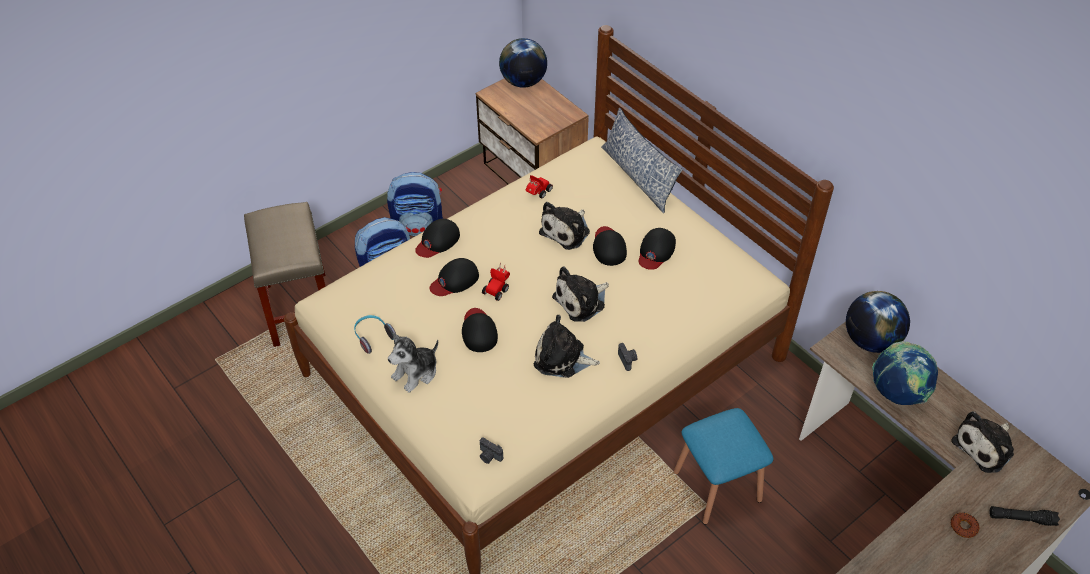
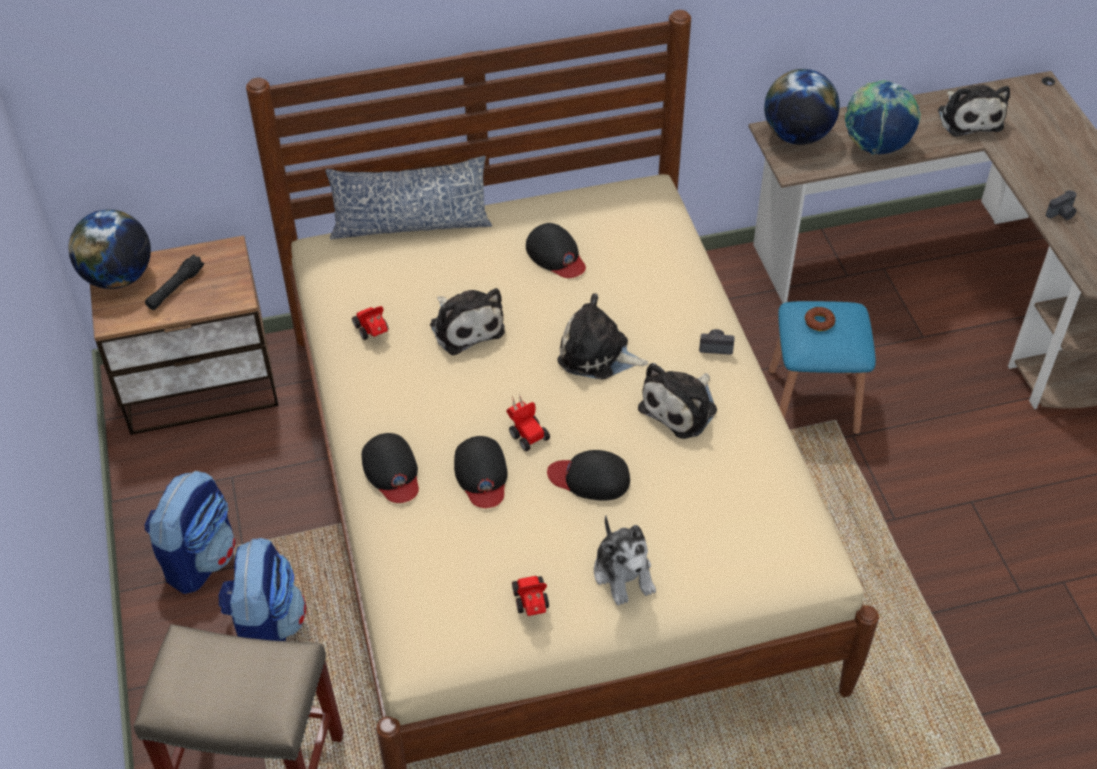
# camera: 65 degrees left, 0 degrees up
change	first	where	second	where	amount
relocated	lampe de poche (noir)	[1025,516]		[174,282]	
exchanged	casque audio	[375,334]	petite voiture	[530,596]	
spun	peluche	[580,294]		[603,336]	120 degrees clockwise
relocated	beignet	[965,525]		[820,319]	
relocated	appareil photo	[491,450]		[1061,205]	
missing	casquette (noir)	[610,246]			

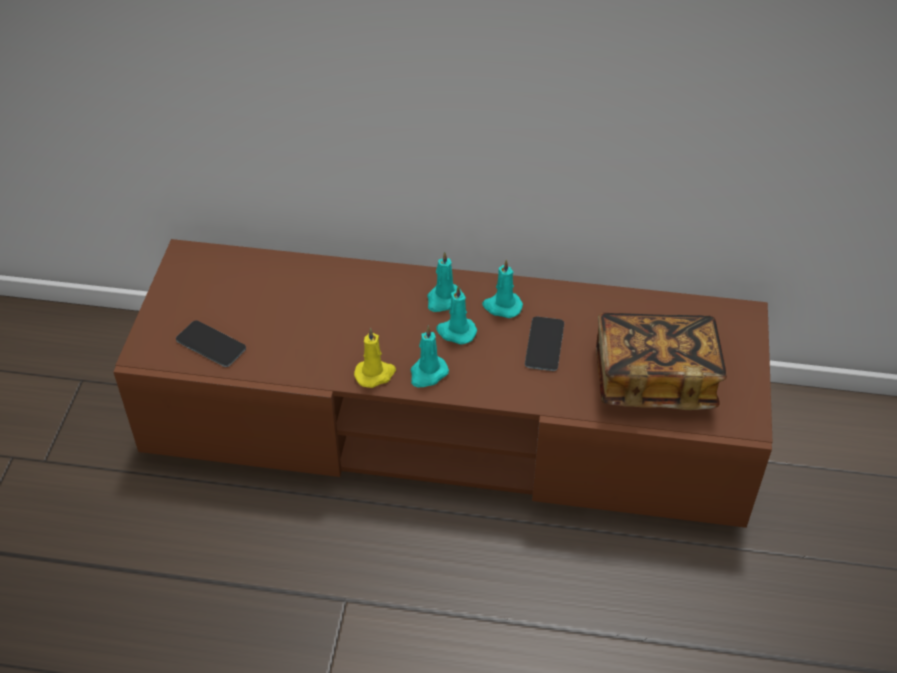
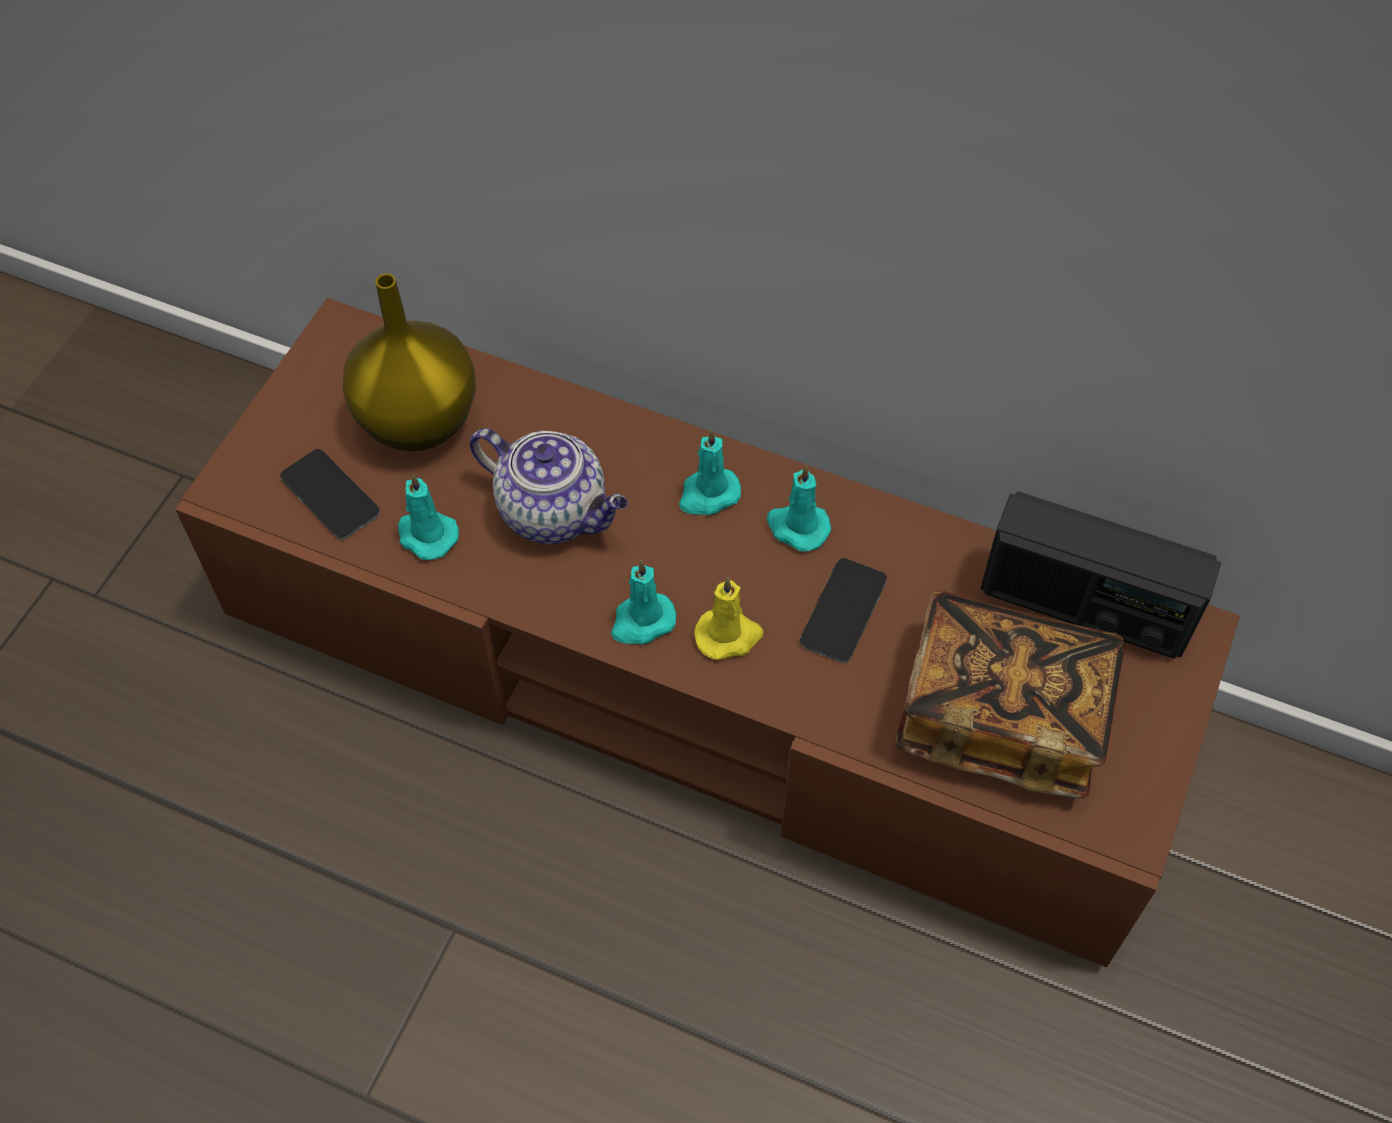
# camera: 15 degrees right, 10 degrees up
change	first	where	second	where	amount
appeared			vase (jaune)	[409,362]	
relocated	bougie (turquoise)	[456,315]		[428,516]	
appeared			théière	[549,486]	
relocated	bougie (jaune)	[375,358]		[729,618]	
appeared			radio	[1101,575]	

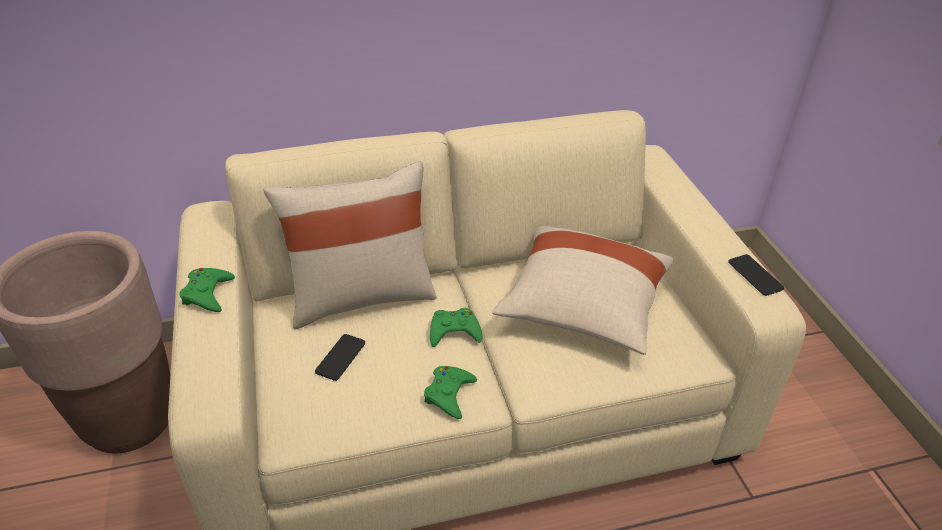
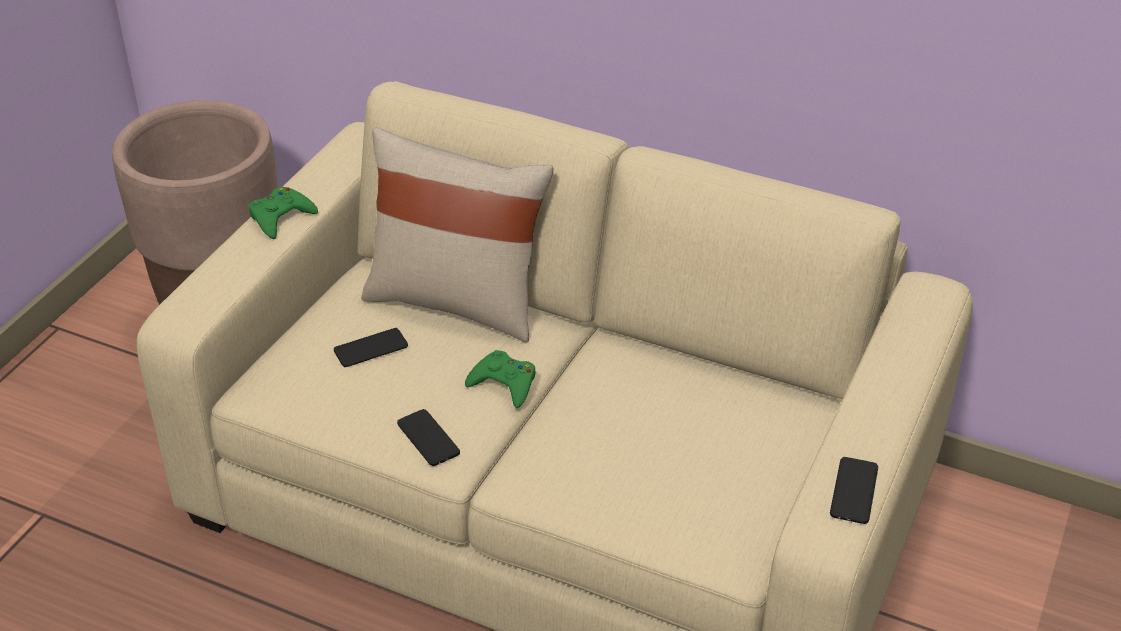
# camera: 40 degrees right, 0 degrees up
change	first	where	second	where	amount
exchanged	manette (vert)	[450,392]	téléphone	[428,437]	
missing	coussin (beige)	[583,290]			

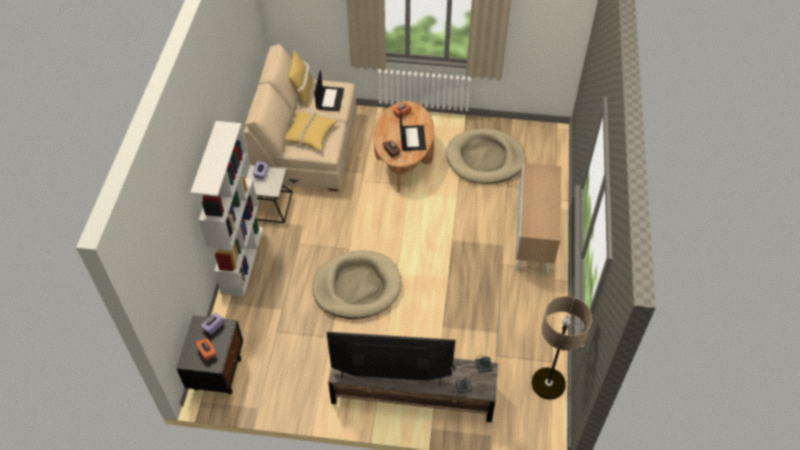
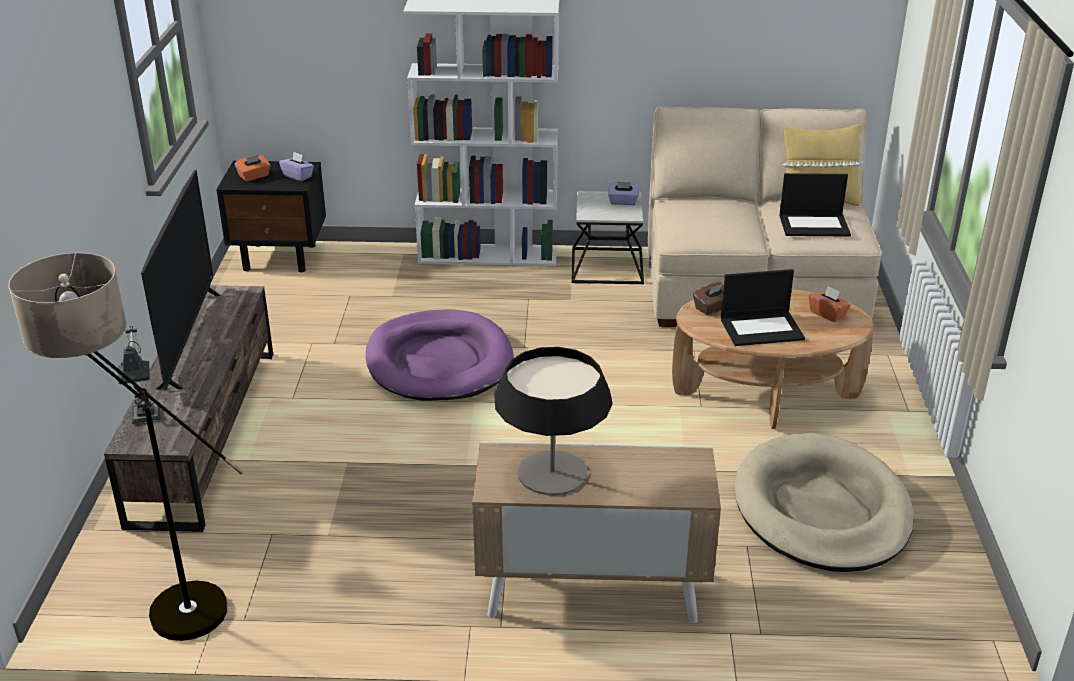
# camera: 85 degrees right, 20 degrees down
change	first	where	second	where	amount
colour	panier pour chien (beige)	[357,285]	panier pour chien (violet)	[440,355]	
appeared			lampe de table	[553,421]	
missing	coussin (jaune)	[311,131]			

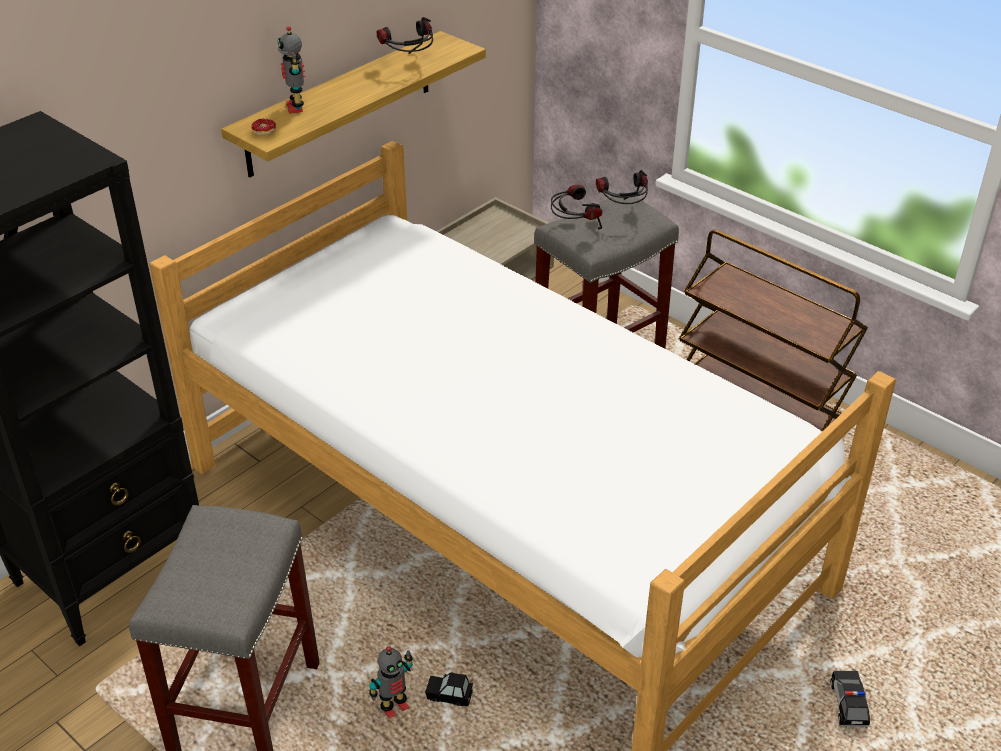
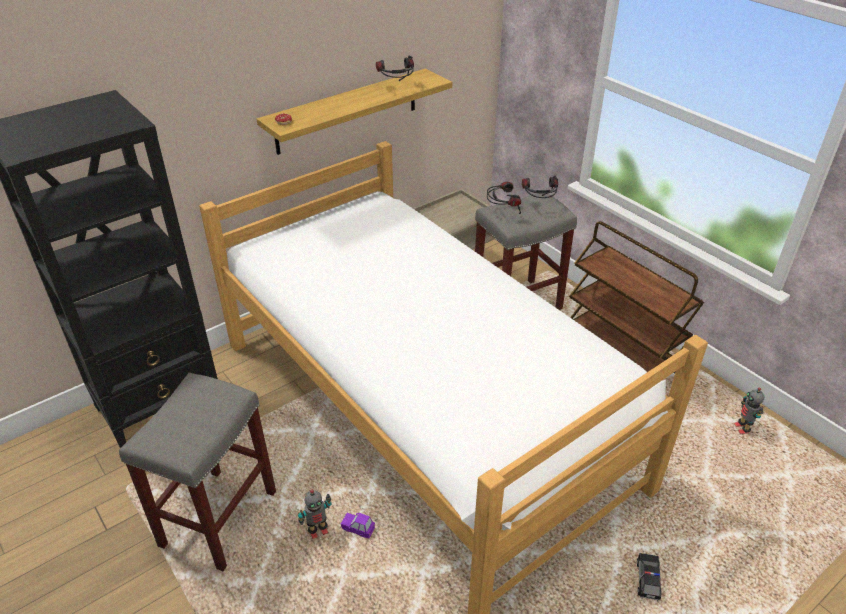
# camera: 10 degrees right, 0 degrees up
change	first	where	second	where	amount
colour	petite voiture (noir)	[449,689]	petite voiture (violet)	[358,526]	
relocated	robot jouet	[291,70]		[749,411]	

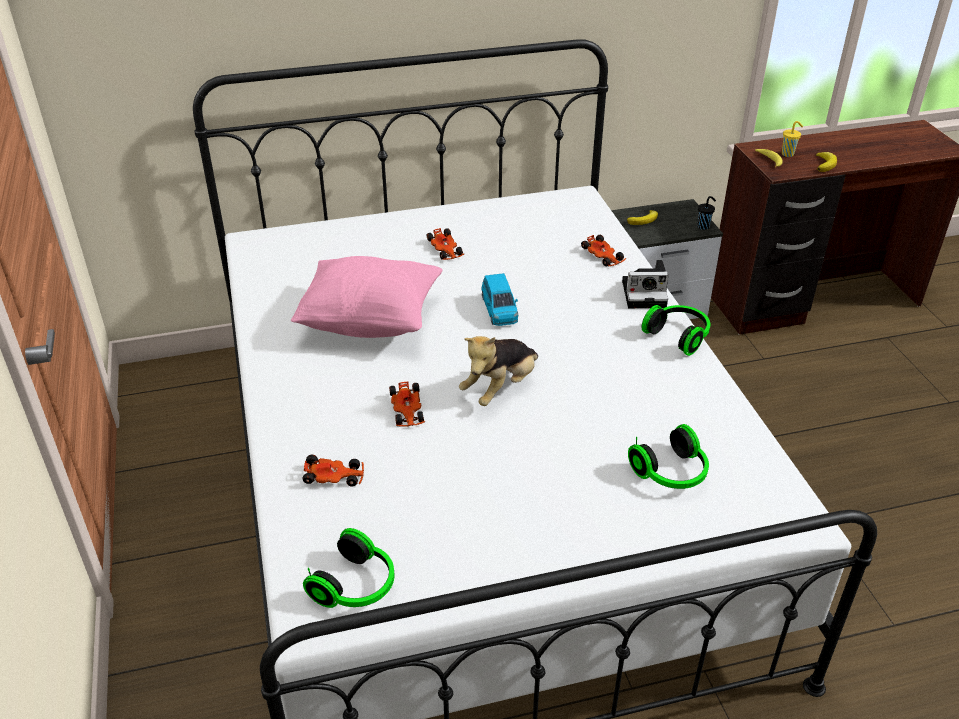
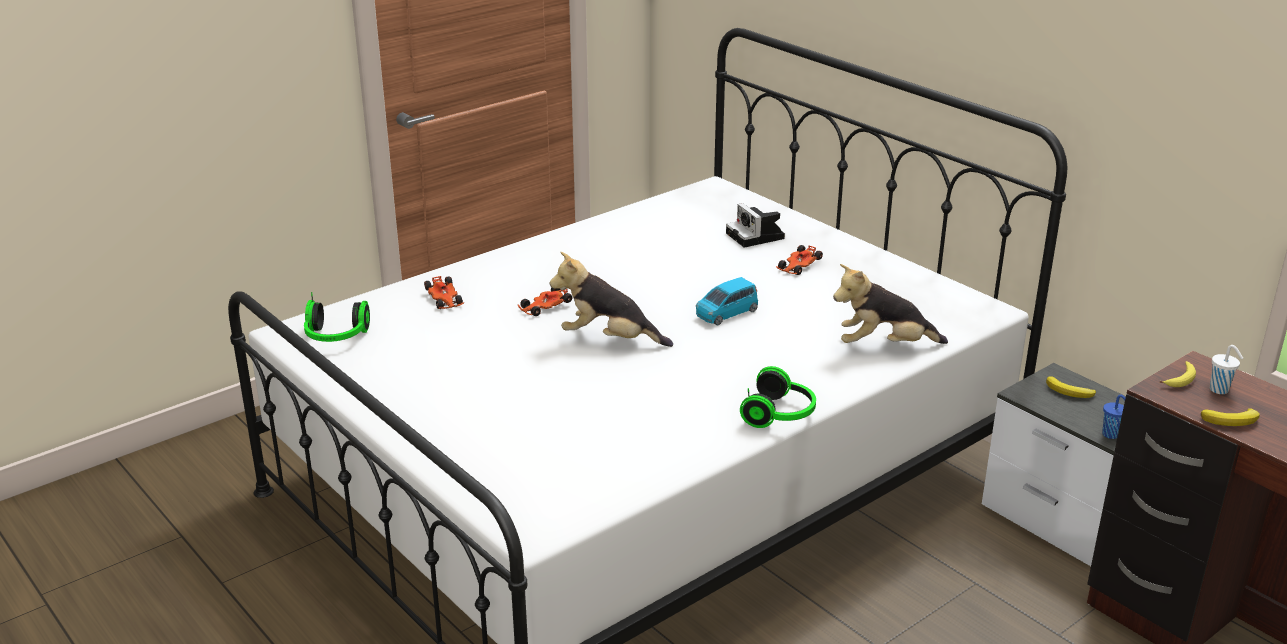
# camera: 65 degrees right, 10 degrees down
change	first	where	second	where	amount
relocated	appareil photo	[645,284]		[755,225]	
exchanged	petite voiture	[603,250]	peluche	[890,304]	
colour	tasse (noir)	[707,213]	tasse (bleu)	[1114,417]	
colour	tasse (jaune)	[792,139]	tasse (blanc)	[1226,369]	
missing	coussin (rose)	[367,297]			
missing	casque audio	[668,456]			

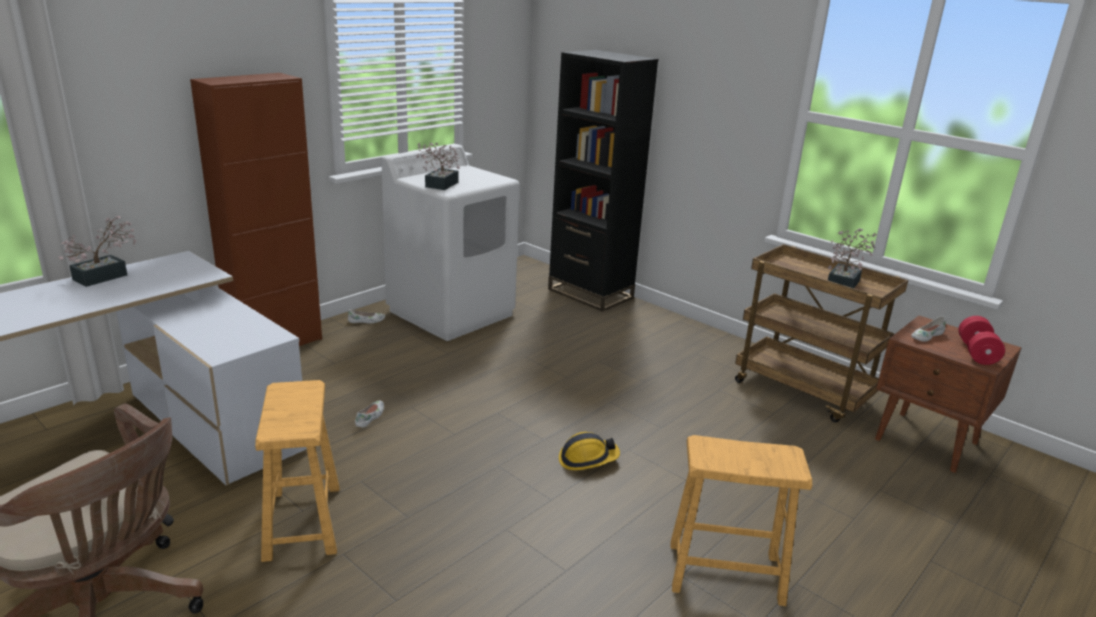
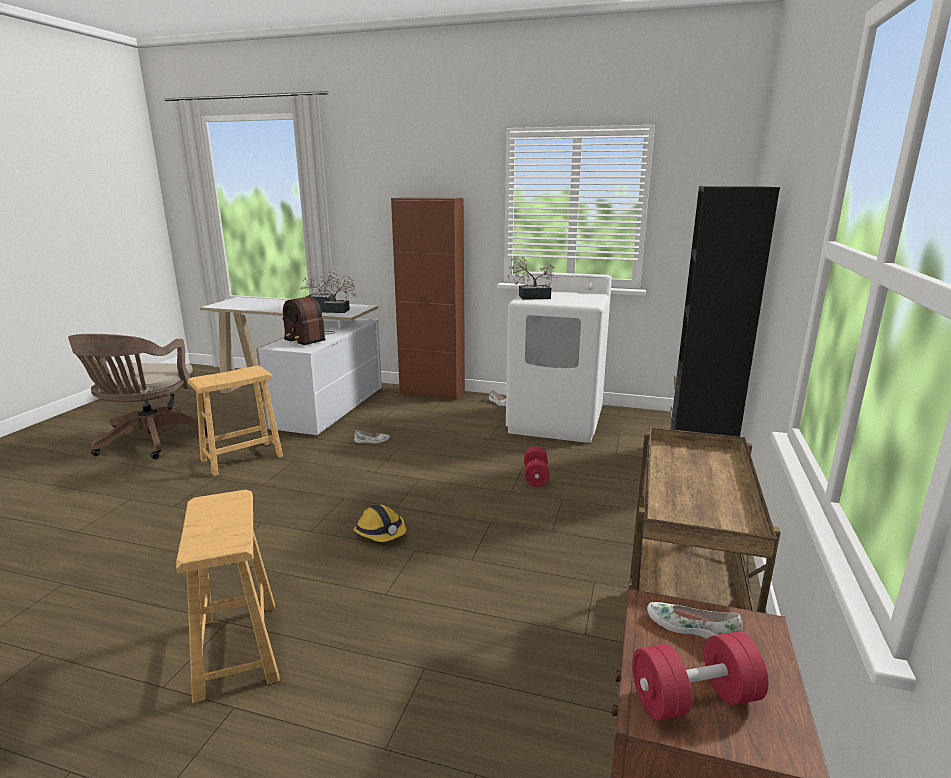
# camera: 65 degrees right, 5 degrees down
change	first	where	second	where	amount
appeared			radio	[309,320]	
relocated	plante en pot	[852,258]		[335,294]	
appeared			haltère (rouge)	[536,466]	

